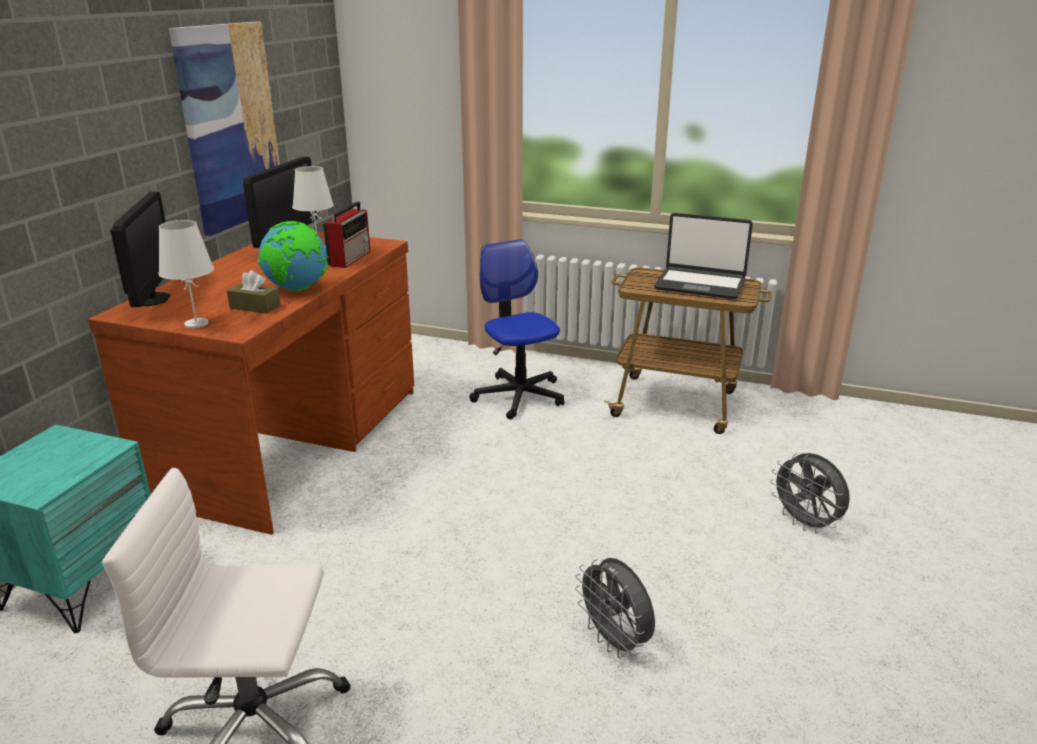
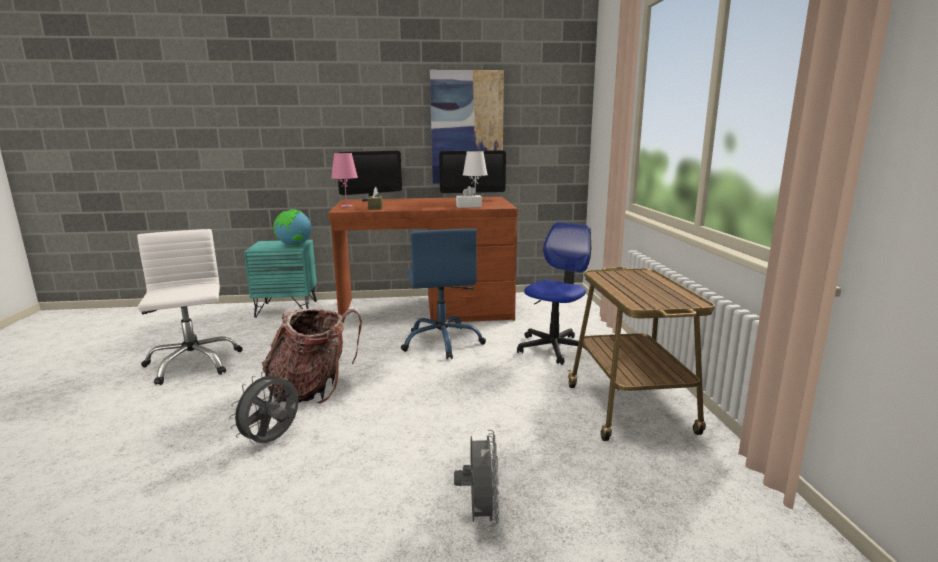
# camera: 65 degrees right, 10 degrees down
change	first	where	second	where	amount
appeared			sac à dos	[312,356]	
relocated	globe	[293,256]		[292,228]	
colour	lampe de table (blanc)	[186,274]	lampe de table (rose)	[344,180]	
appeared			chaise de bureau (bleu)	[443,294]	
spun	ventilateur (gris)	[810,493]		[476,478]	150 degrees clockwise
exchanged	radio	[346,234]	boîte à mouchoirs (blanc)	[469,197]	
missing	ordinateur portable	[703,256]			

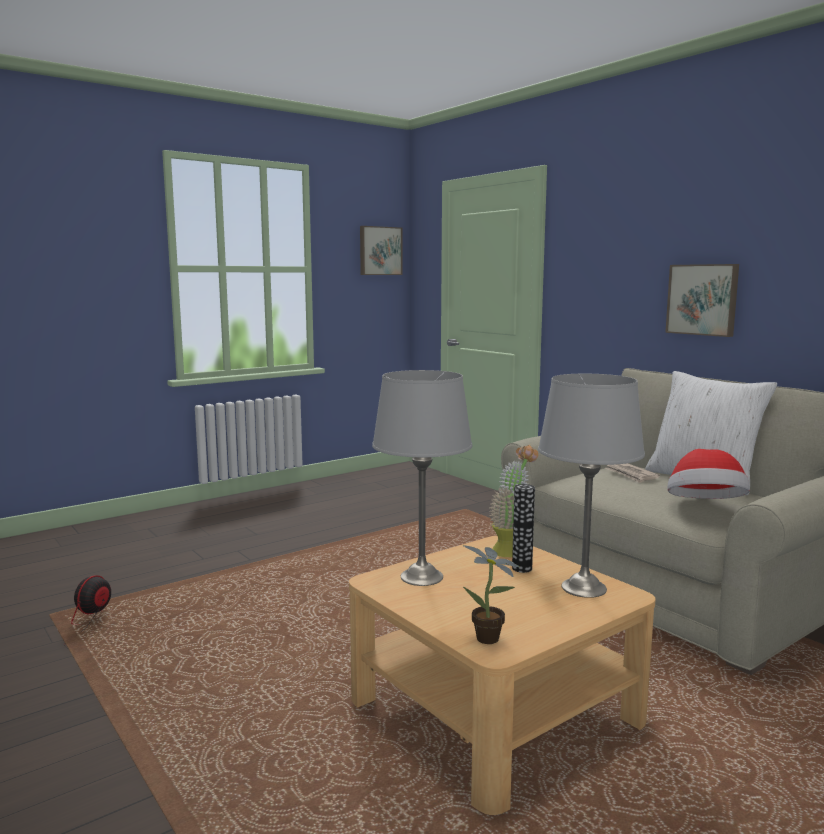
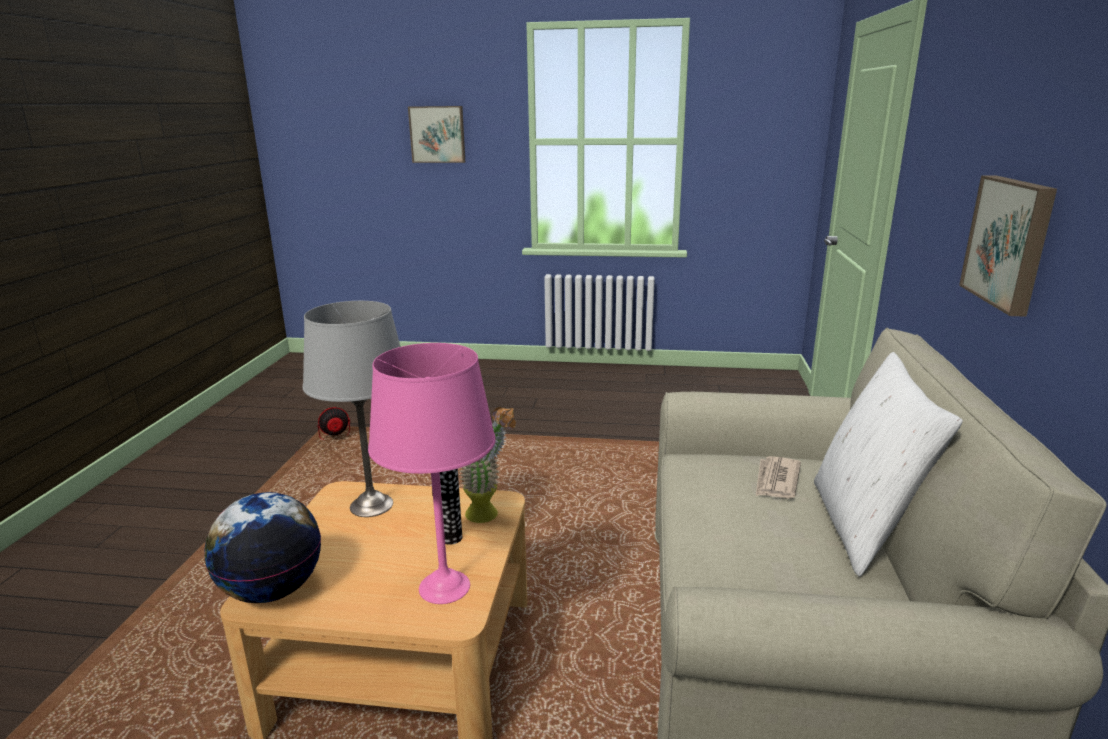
# camera: 45 degrees right, 10 degrees up
change	first	where	second	where	amount
exchanged	plante en pot	[491,594]	globe	[263,547]	
colour	lampe de table (gris)	[591,486]	lampe de table (rose)	[432,473]	
relocated	tableau	[381,250]		[436,134]	
missing	chapeau	[708,474]			

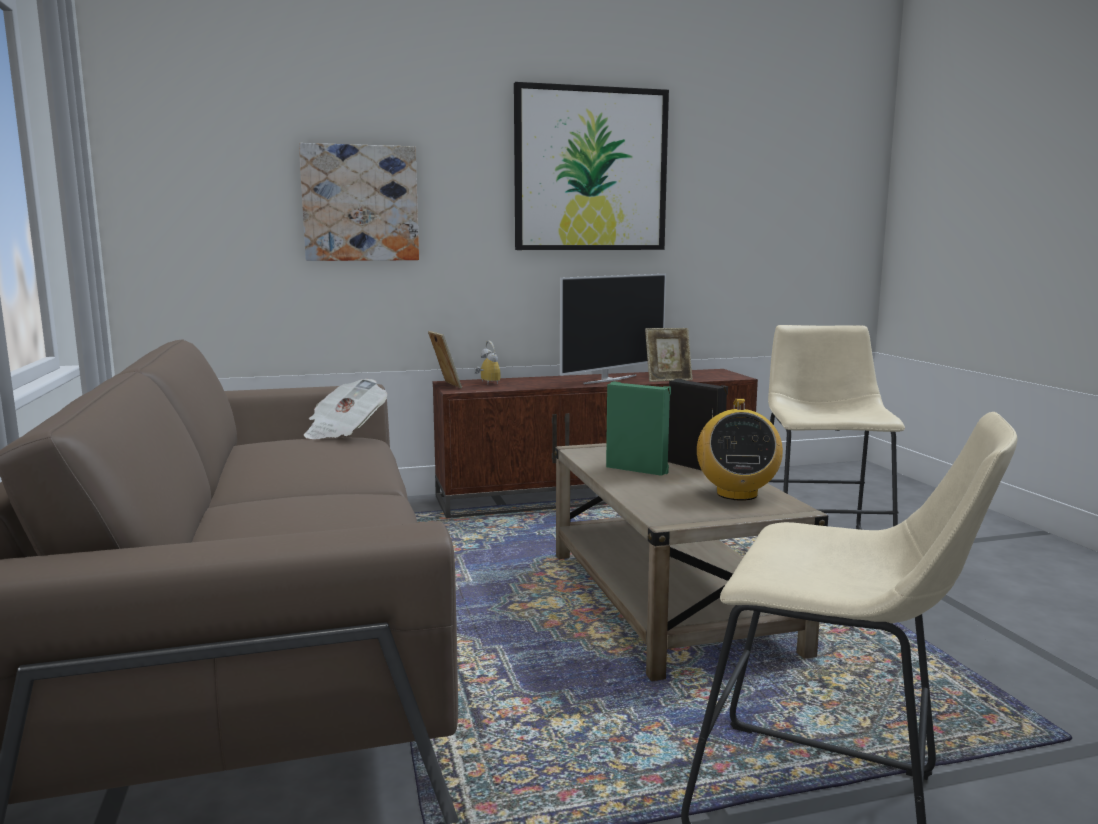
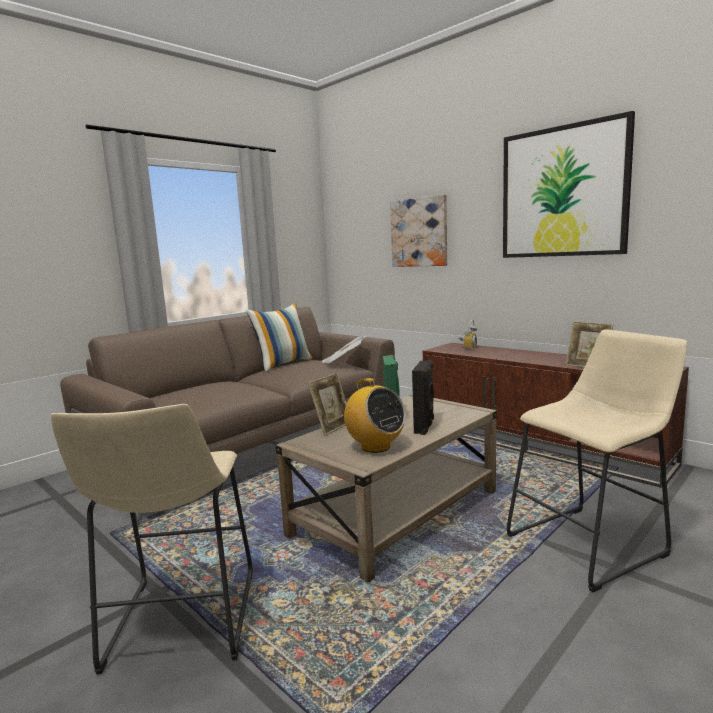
# camera: 60 degrees right, 0 degrees up
change	first	where	second	where	amount
appeared			coussin	[279,337]	
relocated	cadre photo	[445,360]		[327,404]	
spun	radio	[740,450]		[372,415]	105 degrees counterclockwise
missing	téléviseur	[613,329]			

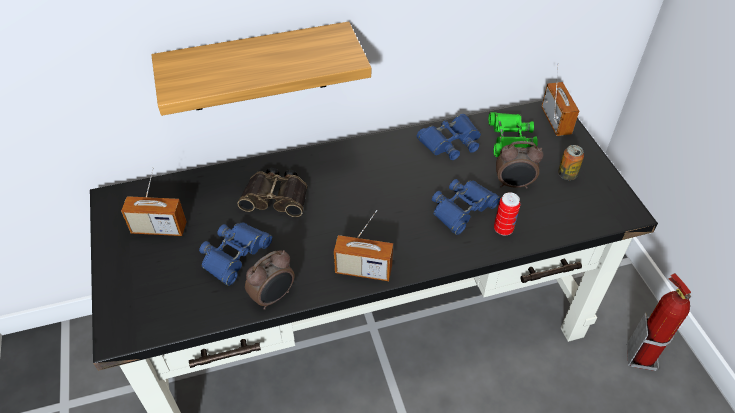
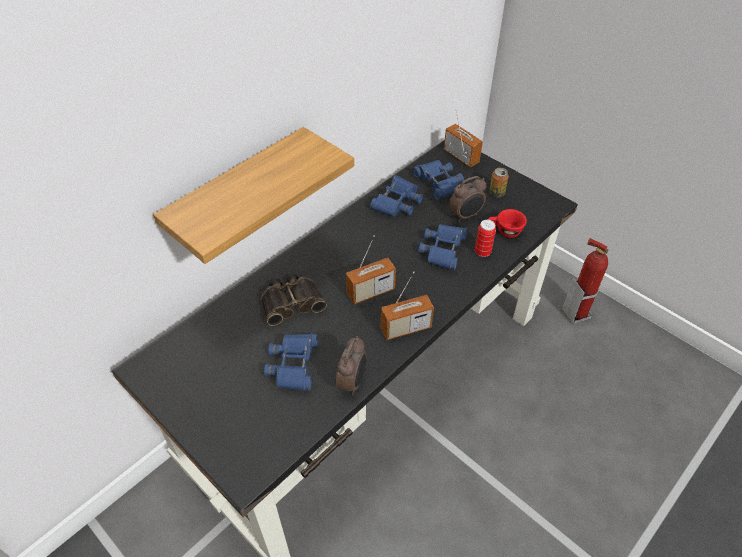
# camera: 30 degrees left, 0 degrees up
change	first	where	second	where	amount
relocated	radio	[154,201]		[371,269]	
colour	jumelles (vert)	[513,134]	jumelles (bleu)	[438,180]	
appeared			tasse (rouge)	[507,223]	

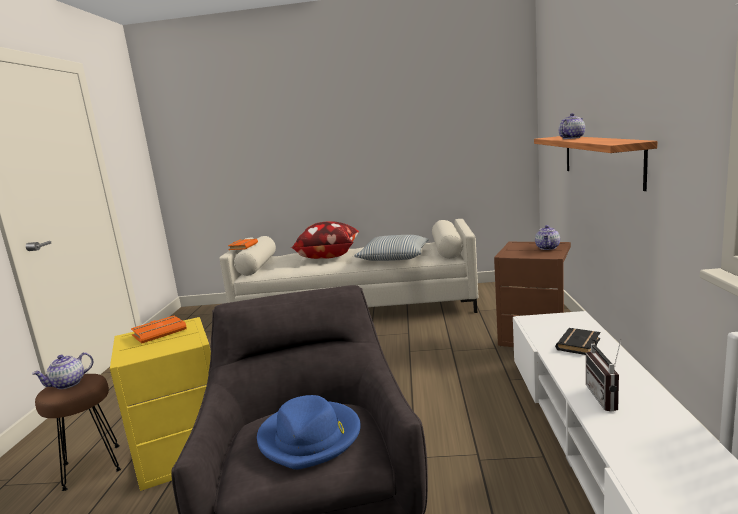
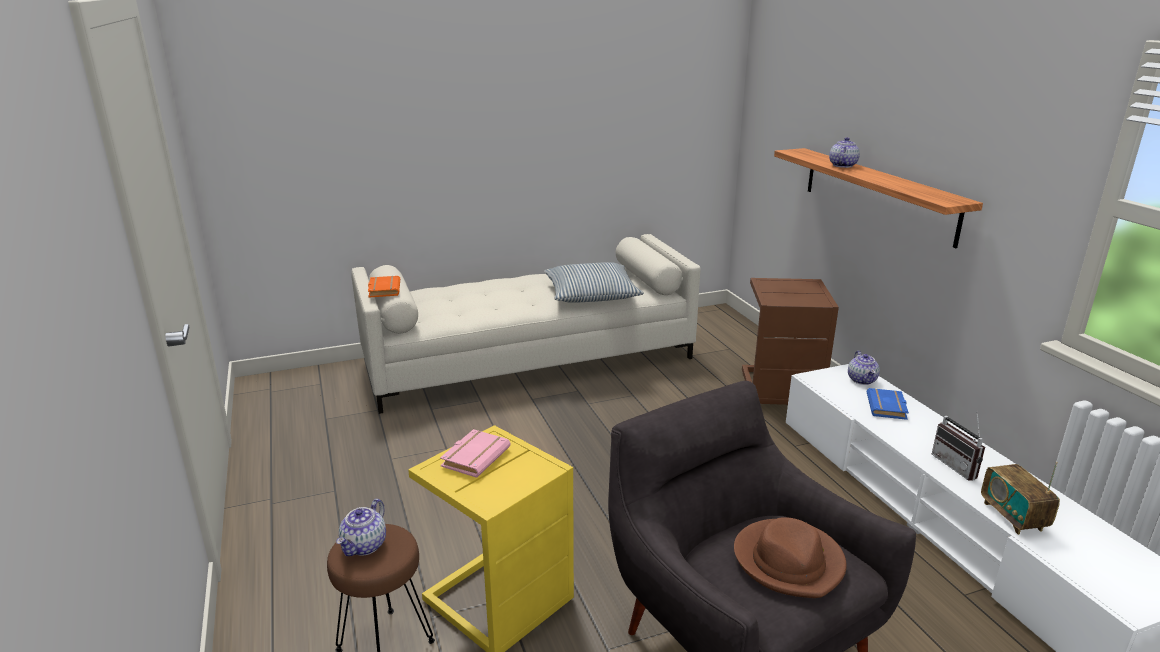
# camera: 25 degrees left, 10 degrees up
change	first	where	second	where	amount
colour	livre (orange)	[158,330]	livre (rose)	[475,453]	
colour	chapeau (bleu)	[309,432]	chapeau (marron)	[790,557]	
relocated	théière	[547,237]		[864,368]	
colour	livre (noir)	[577,341]	livre (bleu)	[888,404]	
appeared			radio	[1020,498]	
missing	coussin	[325,240]			

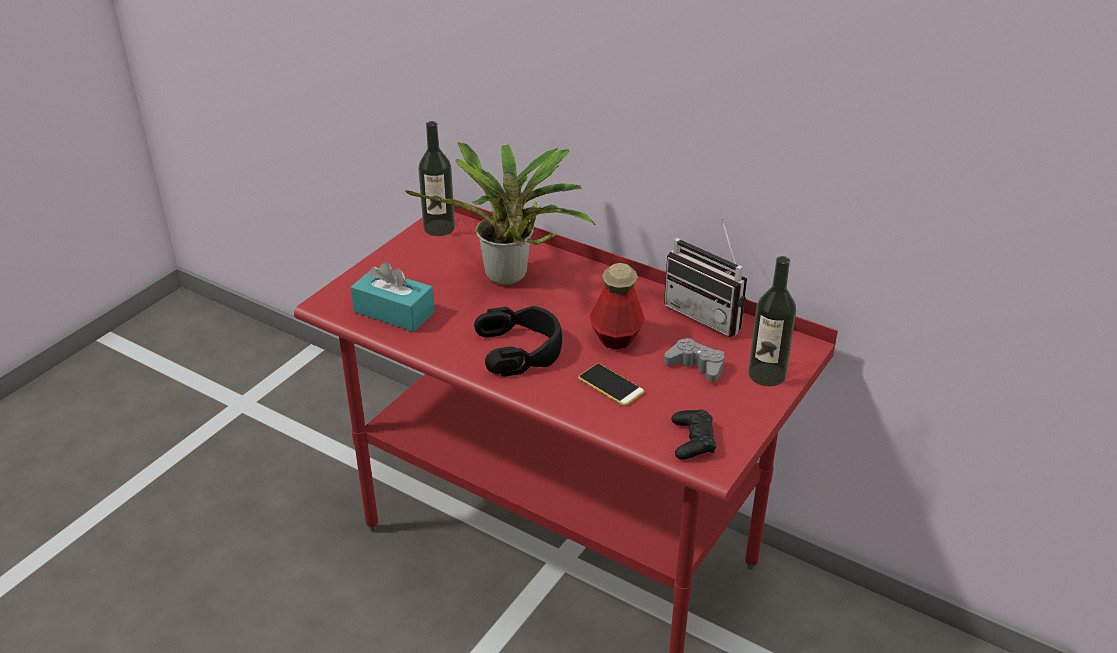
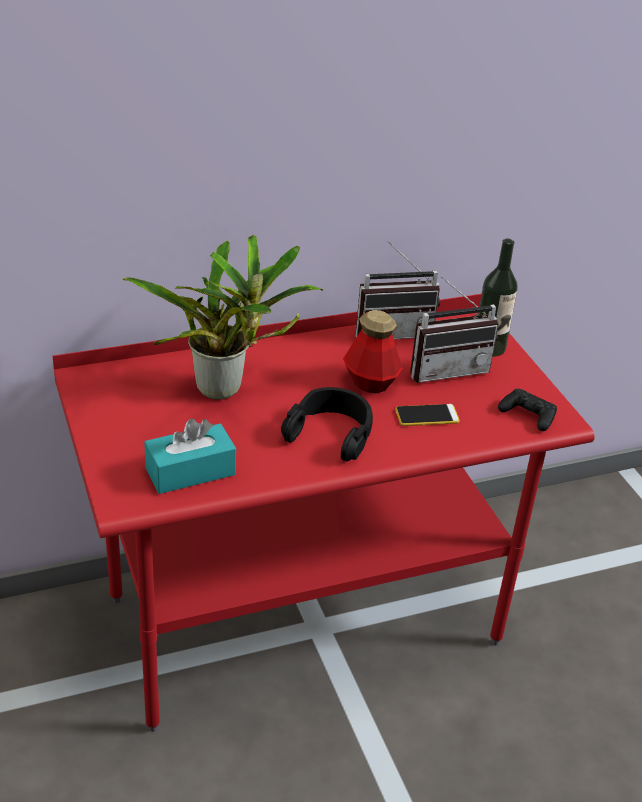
# camera: 55 degrees left, 0 degrees up
change	first	where	second	where	amount
exchanged	manette (gris)	[694,360]	radio	[454,329]	
missing	bouteille	[436,178]			

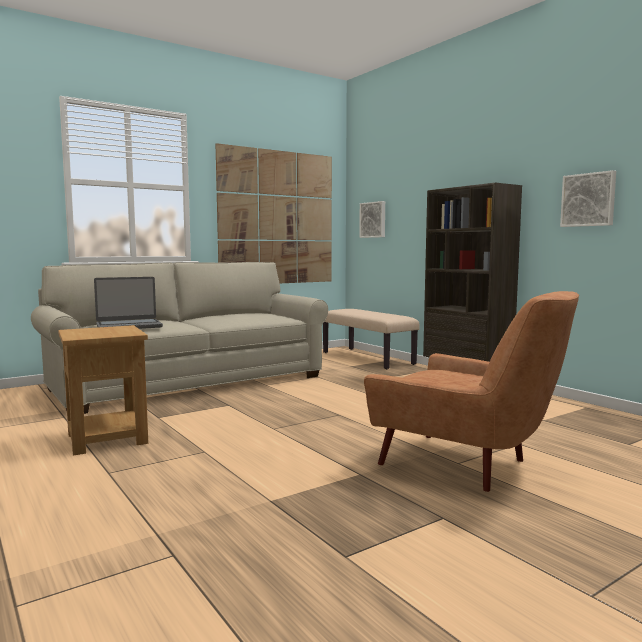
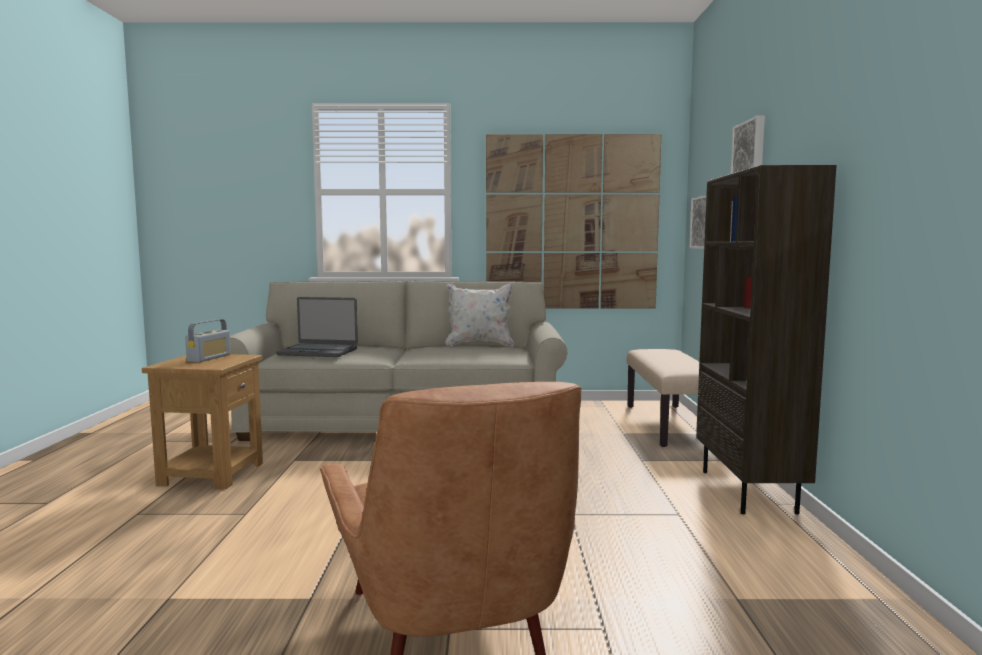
# camera: 35 degrees right, 0 degrees up
change	first	where	second	where	amount
appeared			radio	[208,341]	
appeared			coussin (blanc)	[479,315]	
relocated	tableau	[588,198]		[748,145]	

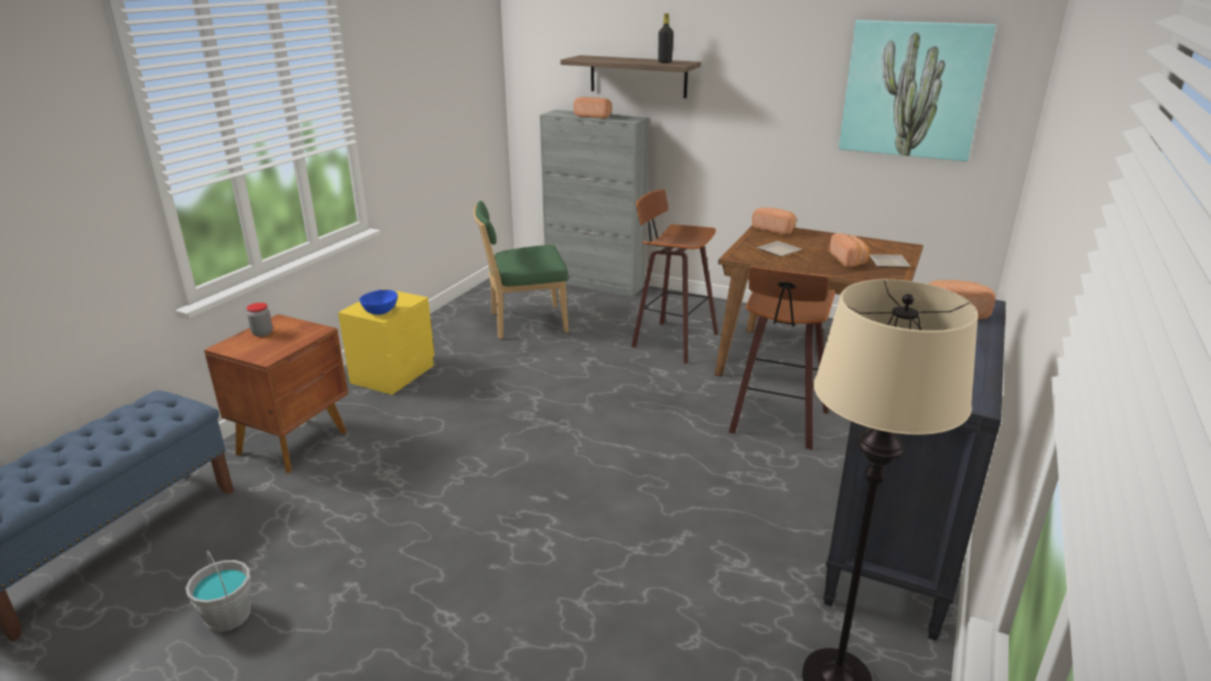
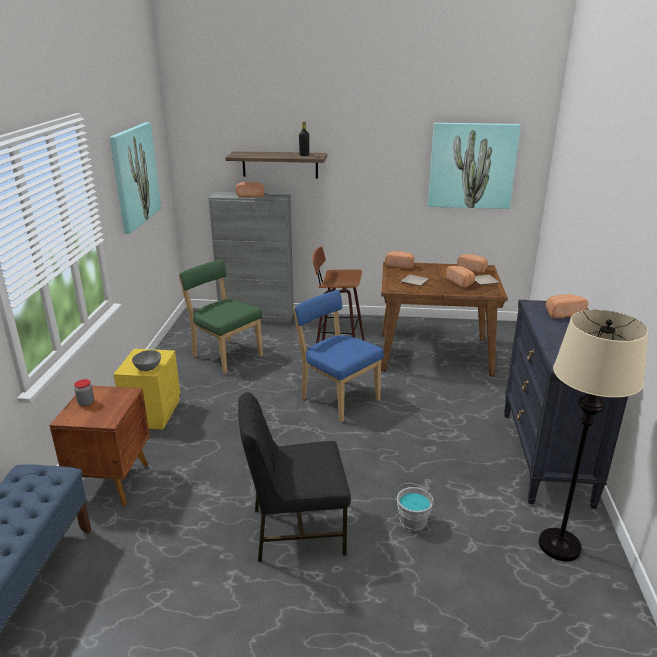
# camera: 20 degrees left, 0 degrees up
change	first	where	second	where	amount
appeared			tableau	[135,178]	
colour	bol (bleu)	[378,302]	bol (gris)	[146,360]	
spun	chaise (vert)	[521,270]		[221,316]	75 degrees clockwise
appeared			chaise (noir)	[294,477]	
appeared			chaise (bleu)	[338,356]	
relocated	seau (gris)	[218,591]		[415,507]	
appeared			pain	[472,264]	
missing	tabouret	[782,358]			

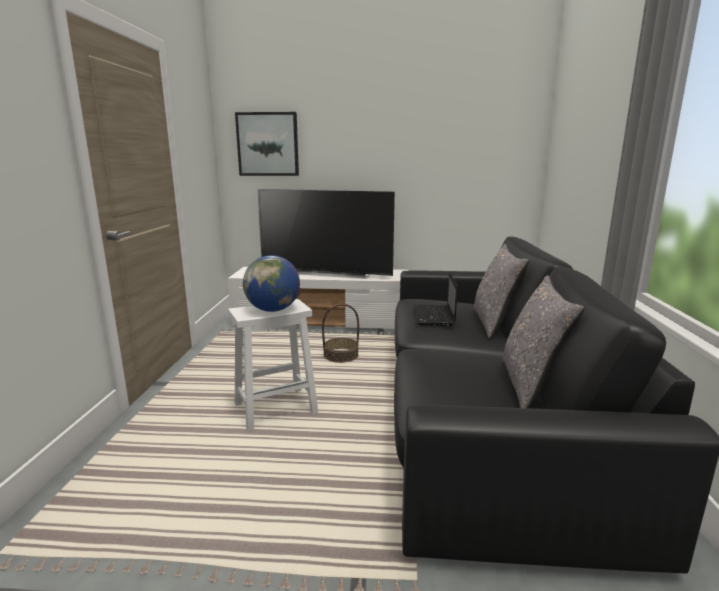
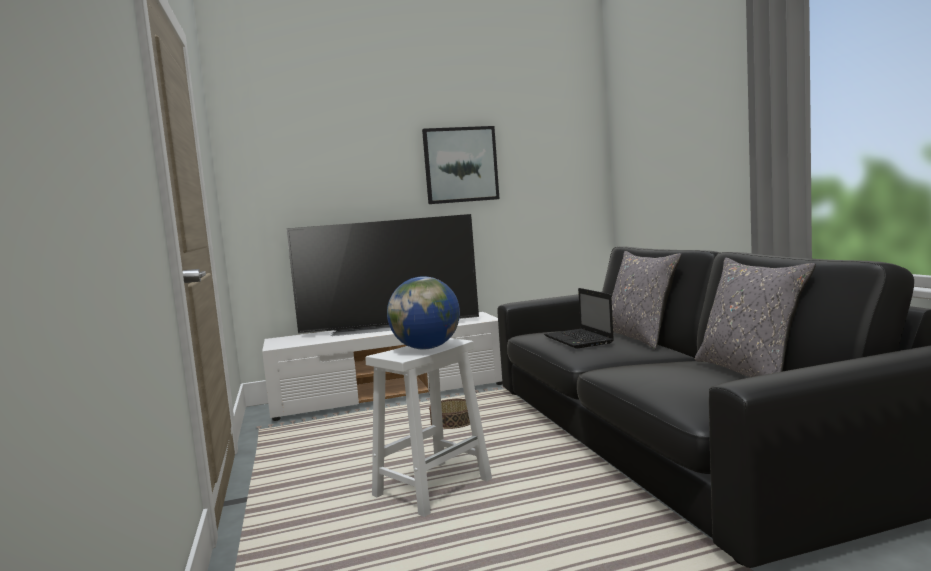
# camera: 20 degrees left, 10 degrees down
change	first	where	second	where	amount
relocated	tableau	[267,144]		[461,165]	

